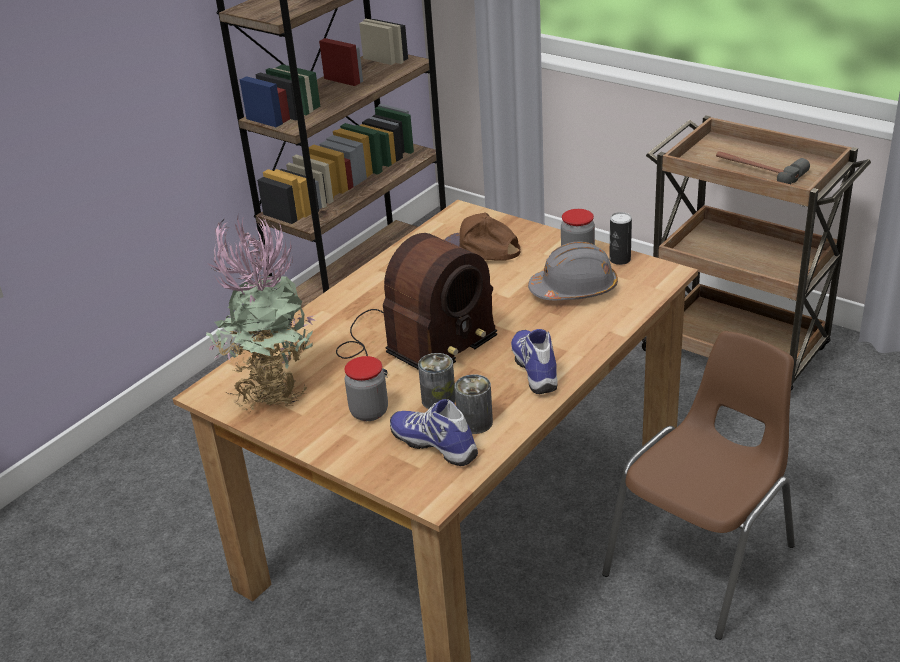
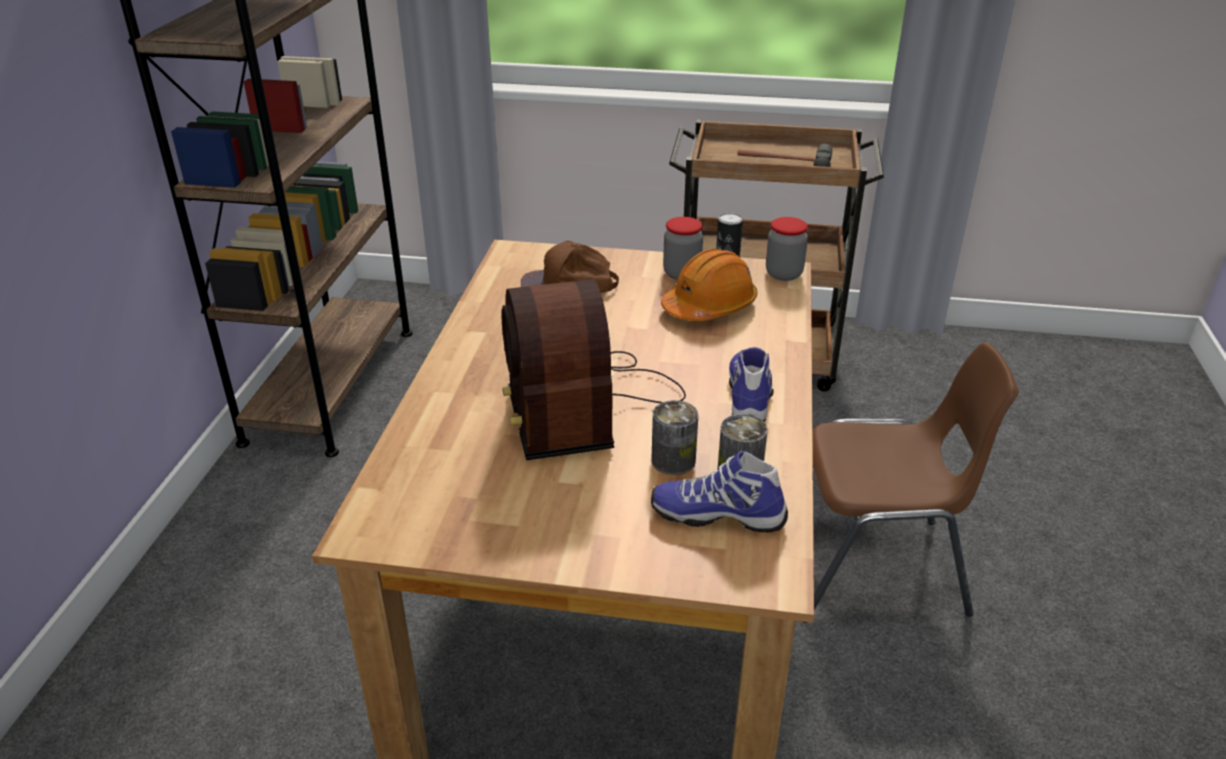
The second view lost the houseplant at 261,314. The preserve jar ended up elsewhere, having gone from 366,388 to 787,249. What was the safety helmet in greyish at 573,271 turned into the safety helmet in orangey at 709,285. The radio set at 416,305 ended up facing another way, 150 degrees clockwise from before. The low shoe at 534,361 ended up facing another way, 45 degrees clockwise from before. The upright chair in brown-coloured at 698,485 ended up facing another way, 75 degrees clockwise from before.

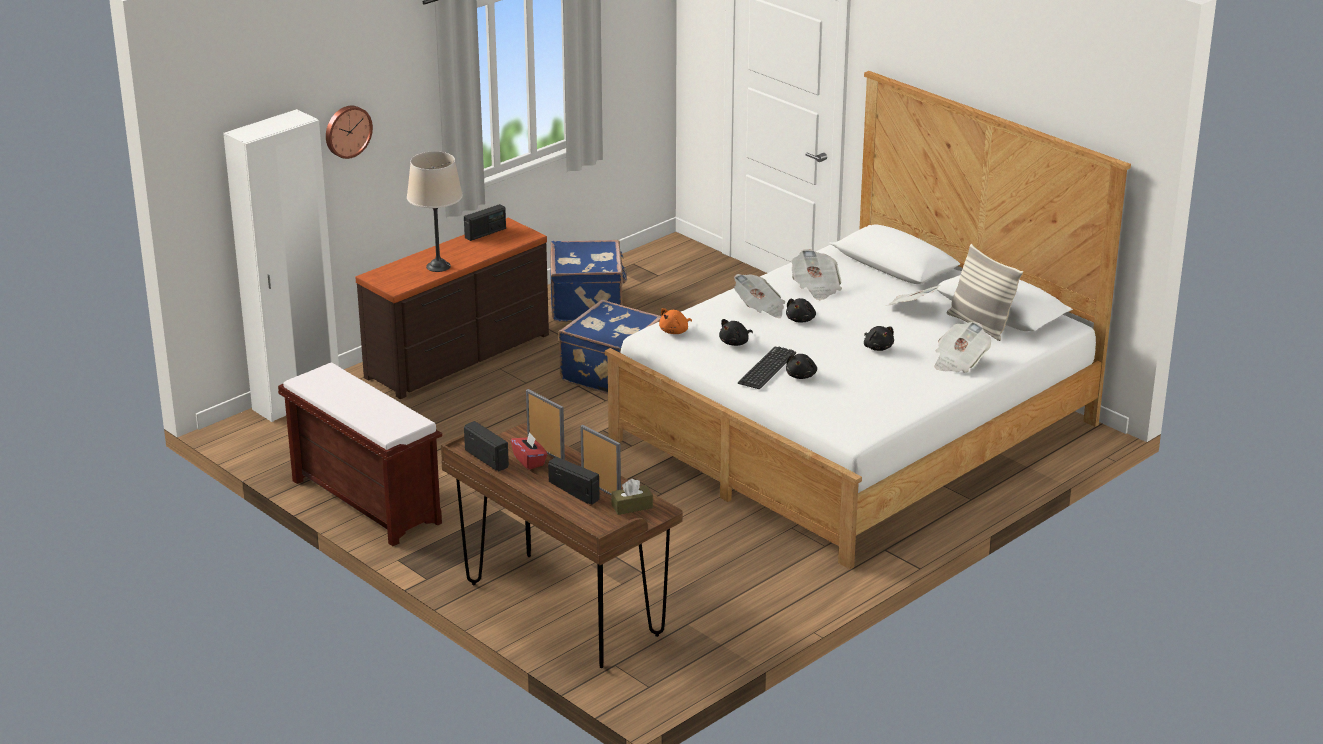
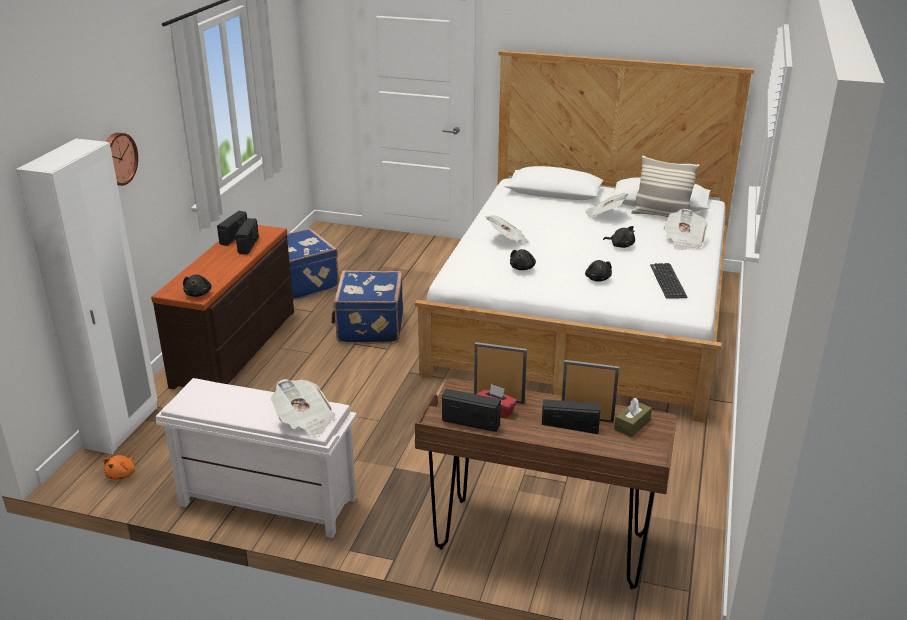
The second view lost the table lamp in beige-coloured at 435,211. The second view gained the radio set at 247,236. The plush toy in orangey ended up elsewhere, having gone from 675,321 to 119,467. The computer keyboard ended up elsewhere, having gone from 767,368 to 668,281. The plush toy in black ended up elsewhere, having gone from 801,310 to 197,286. The newspaper ended up elsewhere, having gone from 816,274 to 303,408. What was the indoor bench in brown-coloured at 360,454 turned into the indoor bench in white-coloured at 256,458.

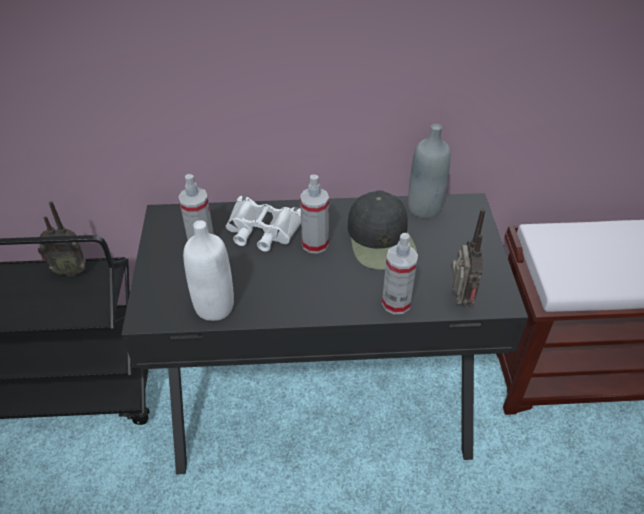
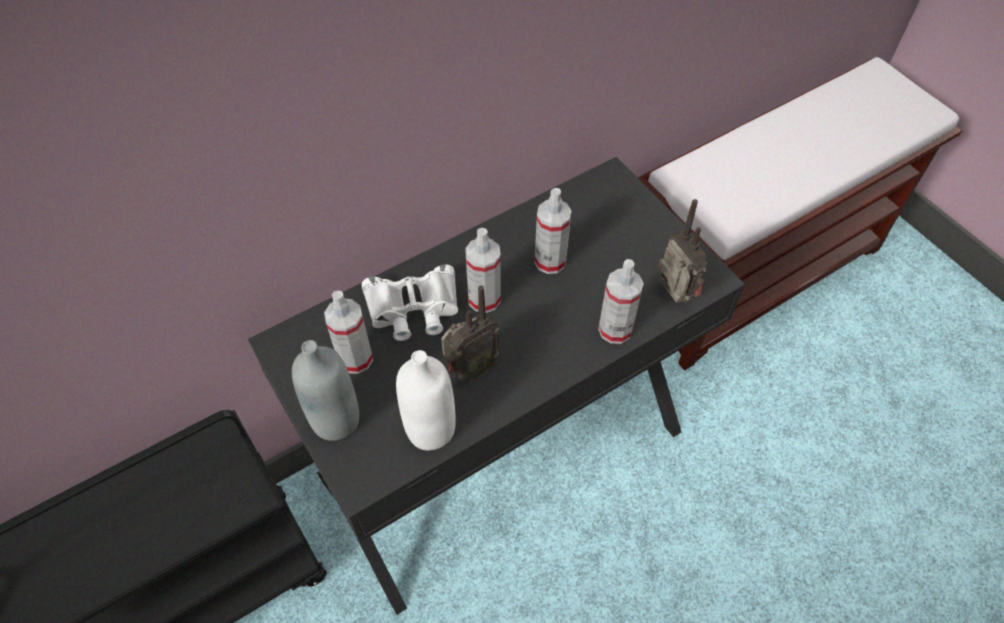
The radio set ended up elsewhere, having gone from 62,238 to 470,333. The beverage bottle in greyish ended up elsewhere, having gone from 429,171 to 325,390. Where the peaked cap in black stood at 382,230, the sprayer came to stand at 553,231.

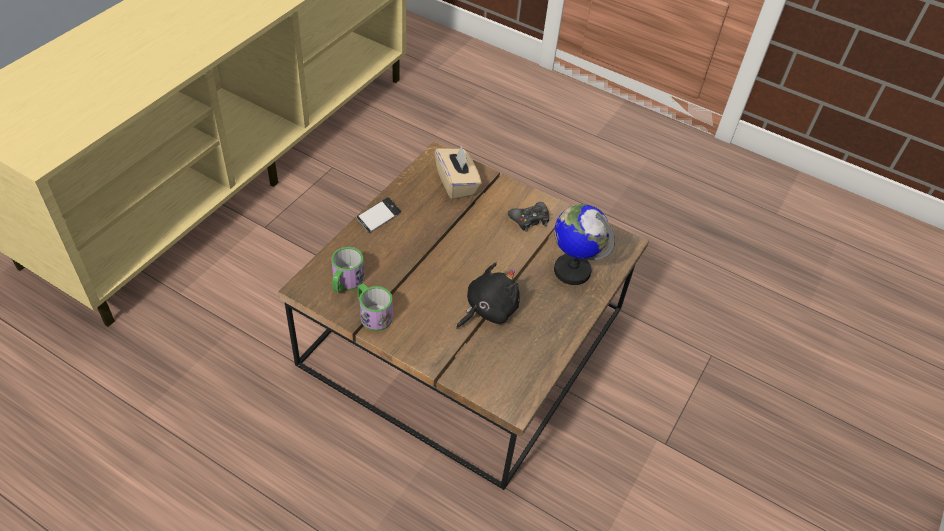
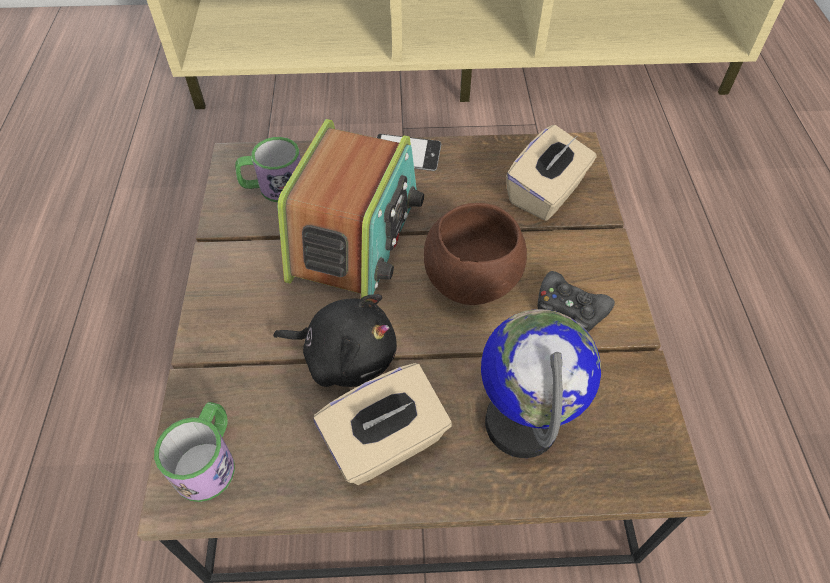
The second view gained the radio set at 351,208. The second view gained the tissue box in beige-coloured at 383,424. The second view gained the bowl in brown-coloured at 475,254. The tea mug ended up elsewhere, having gone from 375,307 to 194,452.

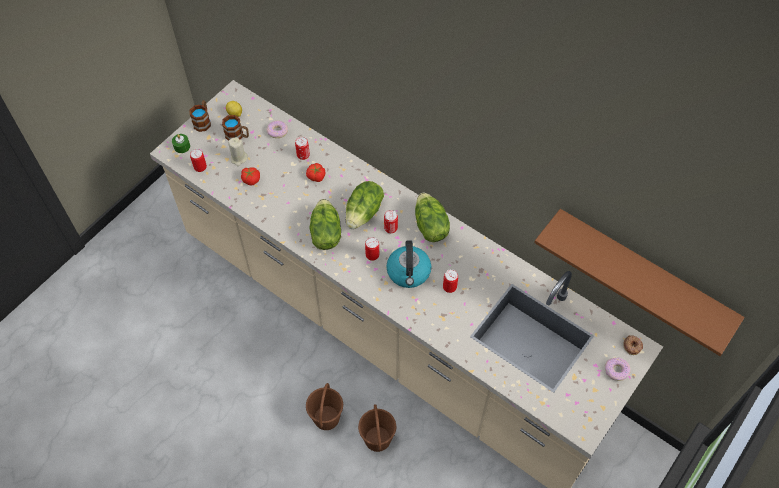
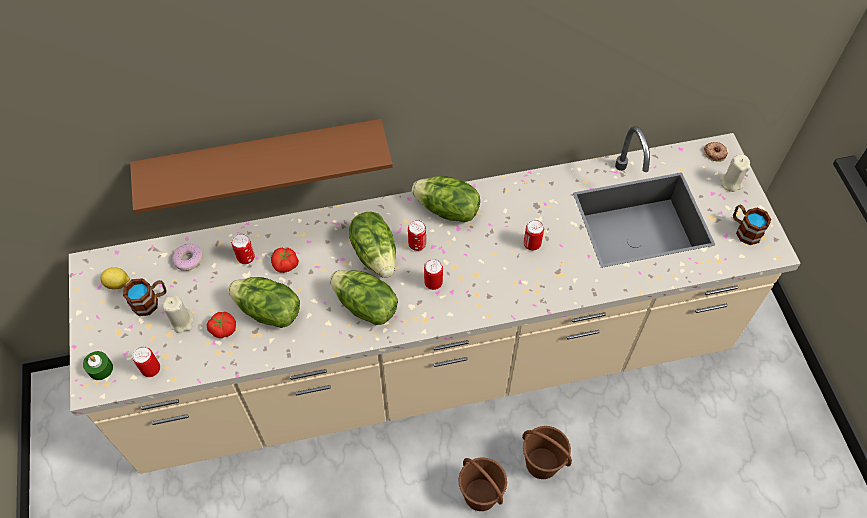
The second view lost the tea kettle at 408,264. The second view gained the head of lettuce at 264,302. The tea mug ended up elsewhere, having gone from 200,116 to 752,225. The shelf in brown-coloured ended up elsewhere, having gone from 639,282 to 261,166. Where the donut stood at 617,369, the candle in beige-coloured came to stand at 734,173.

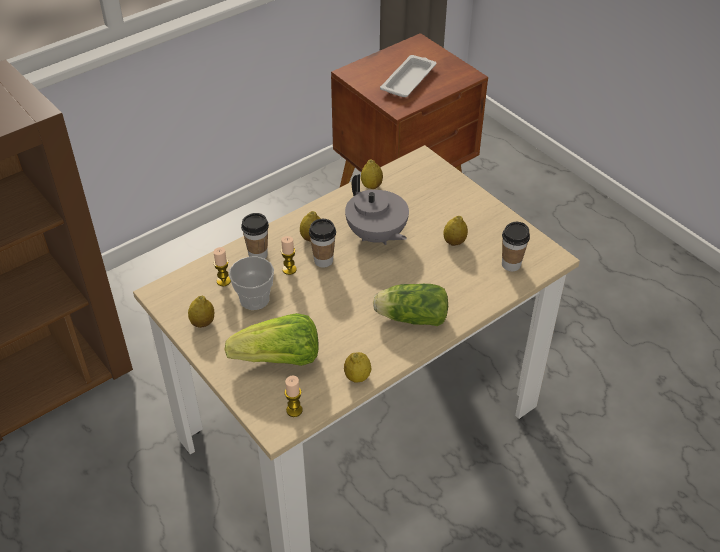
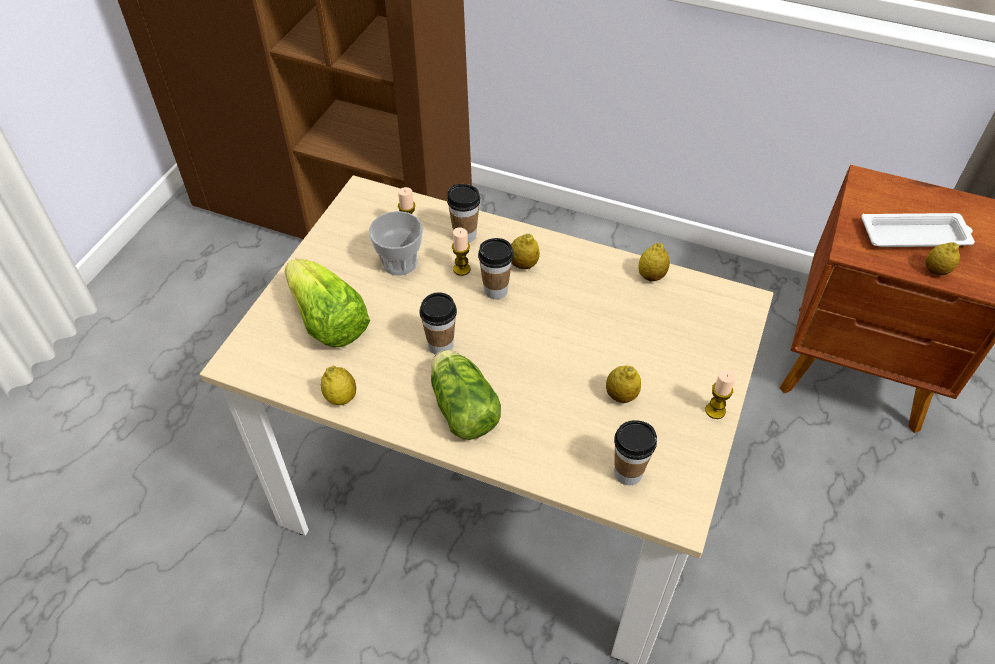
The second view lost the teapot in greyish at 377,209. The second view gained the cup at 438,323. The citrus fruit ended up elsewhere, having gone from 201,312 to 942,258. The candle ended up elsewhere, having gone from 293,396 to 720,394.

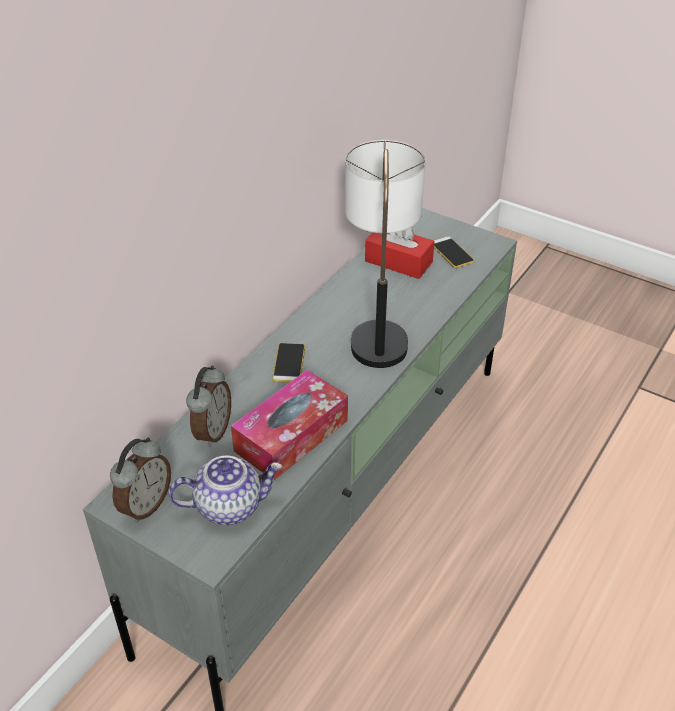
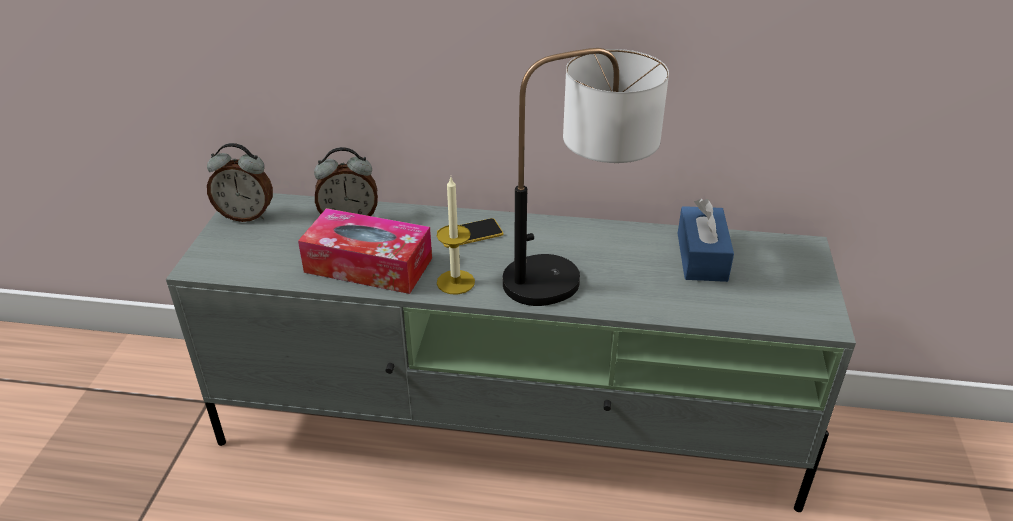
The second view lost the teapot at 225,490. The second view lost the handset at 454,252. The second view gained the candle at 456,235. What was the tissue box in red at 400,253 turned into the tissue box in bluish at 706,240.

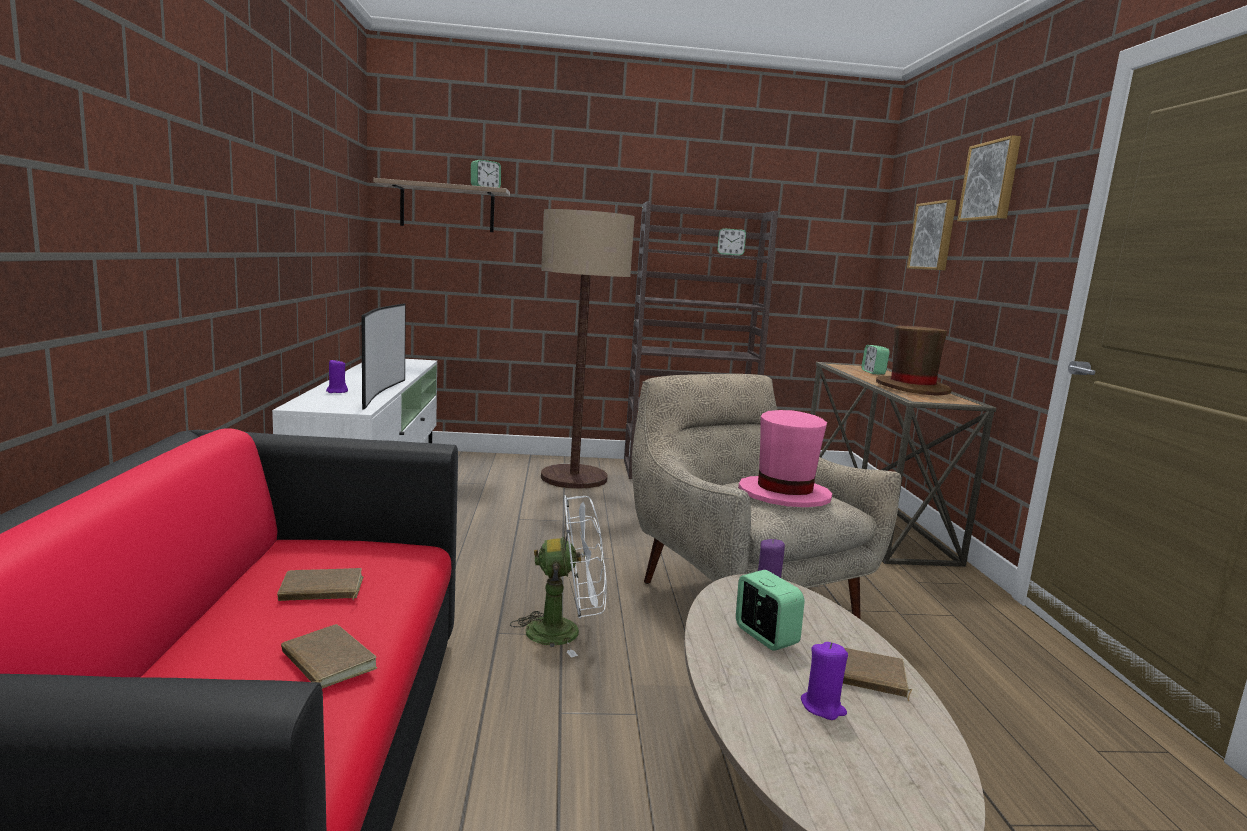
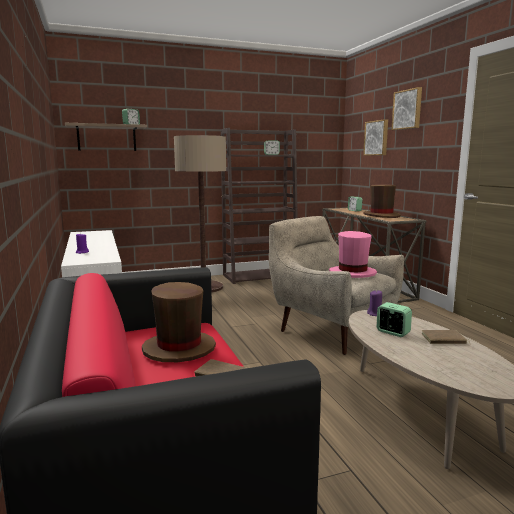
The second view lost the TV at 384,356. The second view lost the cooling fan in white-coloured at 558,576. The second view lost the candle in purple at 824,681. Where the book in brown-coloured stood at 320,584, the hat in brown-coloured came to stand at 179,322.

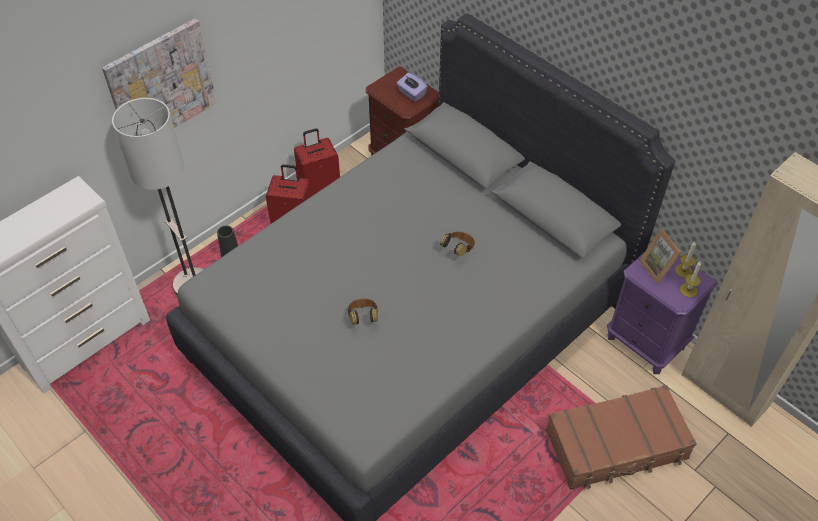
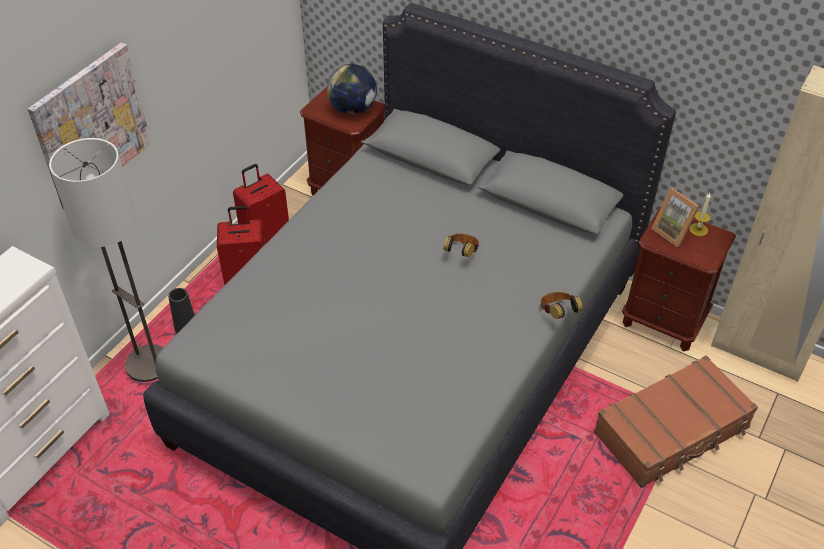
The second view lost the candle at 690,279. The headphones ended up elsewhere, having gone from 363,311 to 562,305. Where the tissue box in purple stood at 412,87, the desk globe came to stand at 352,89. What was the bedside table in purple at 662,313 turned into the bedside table in brown-coloured at 679,279.

